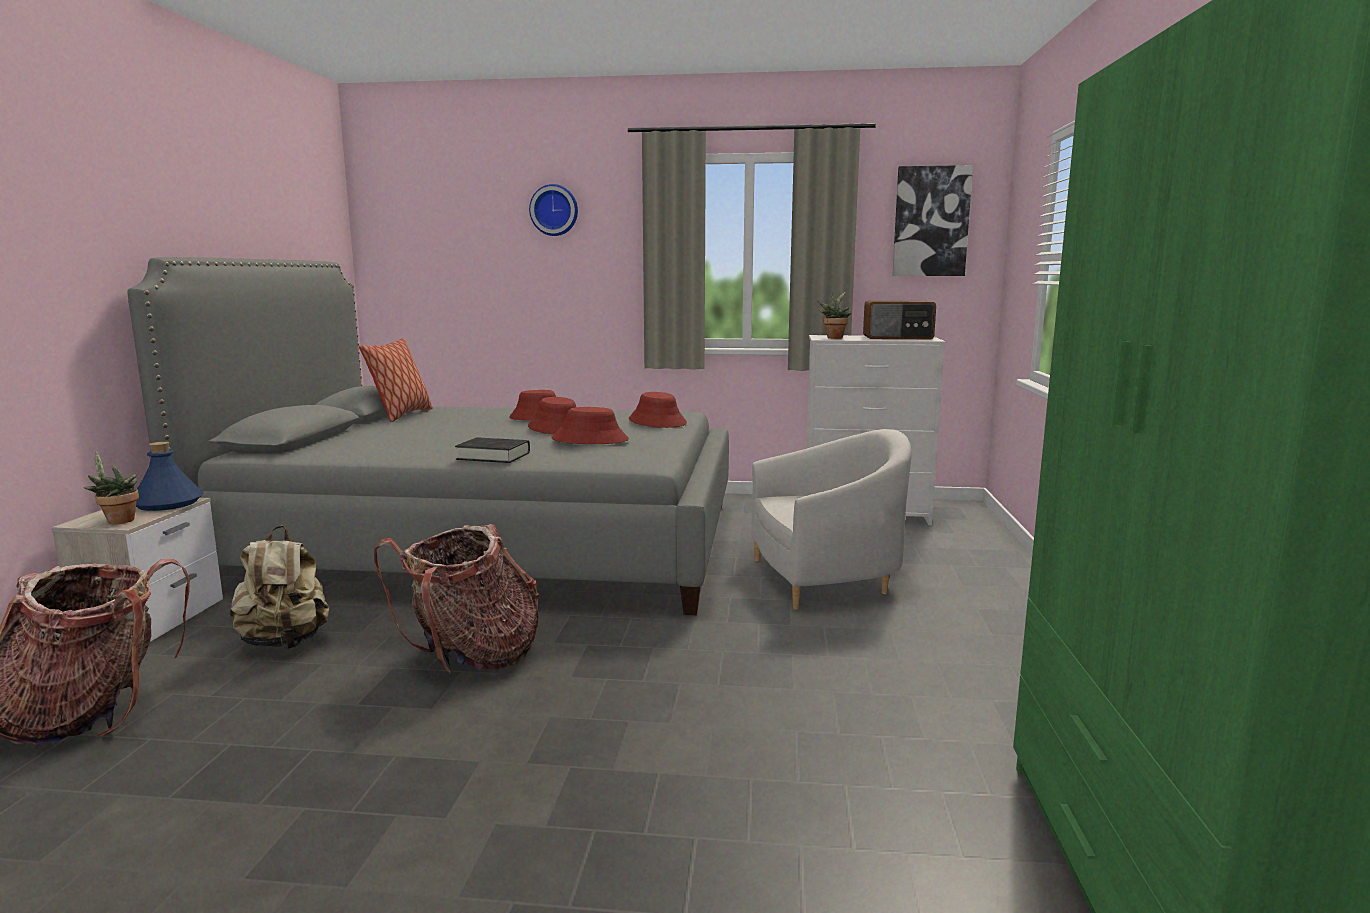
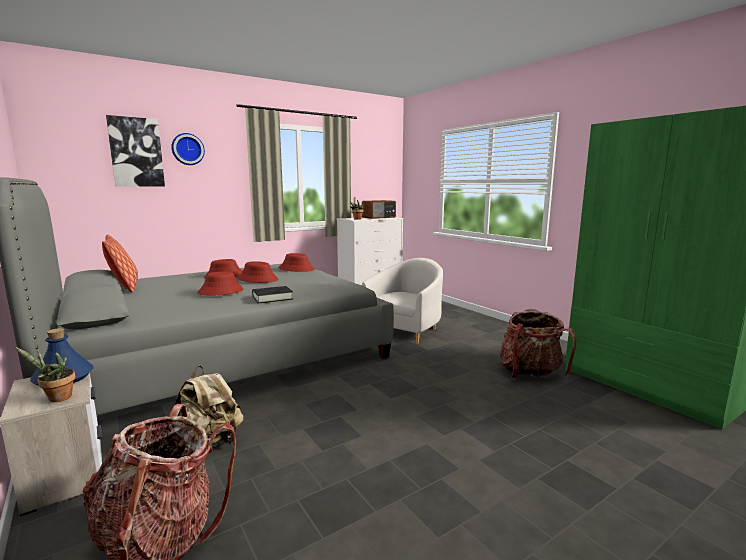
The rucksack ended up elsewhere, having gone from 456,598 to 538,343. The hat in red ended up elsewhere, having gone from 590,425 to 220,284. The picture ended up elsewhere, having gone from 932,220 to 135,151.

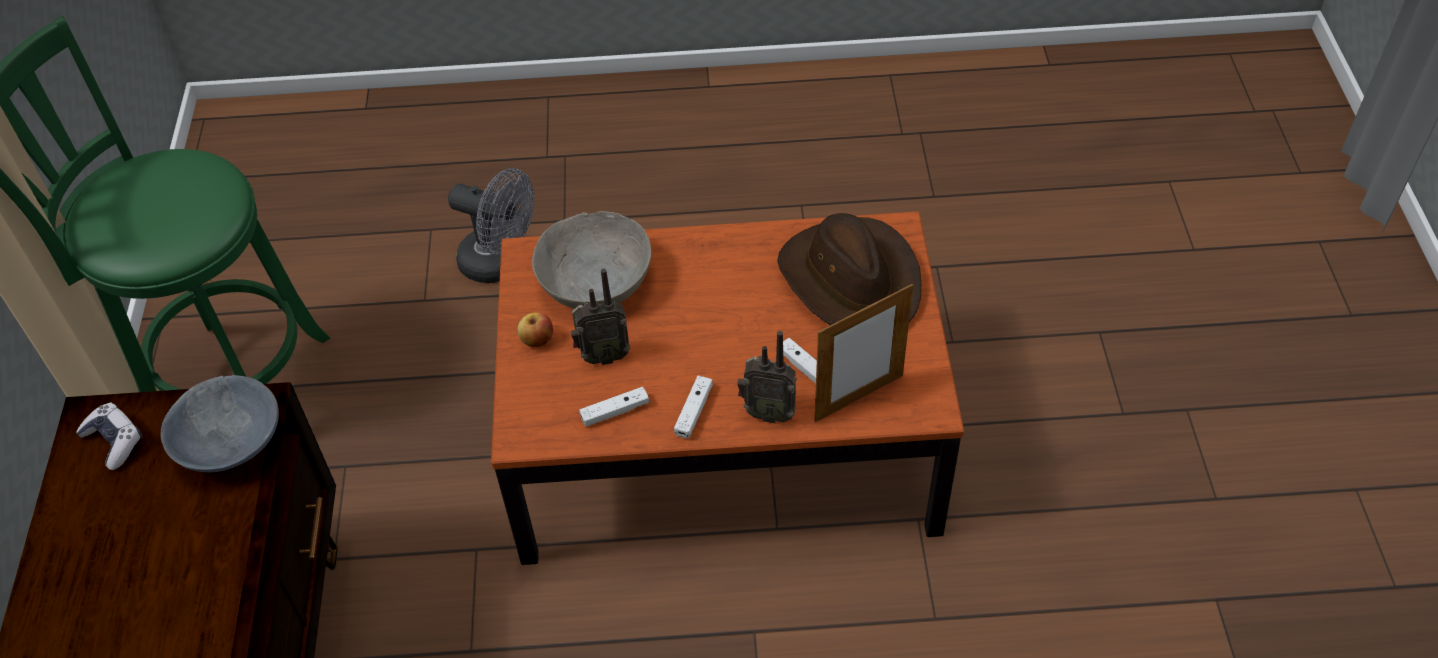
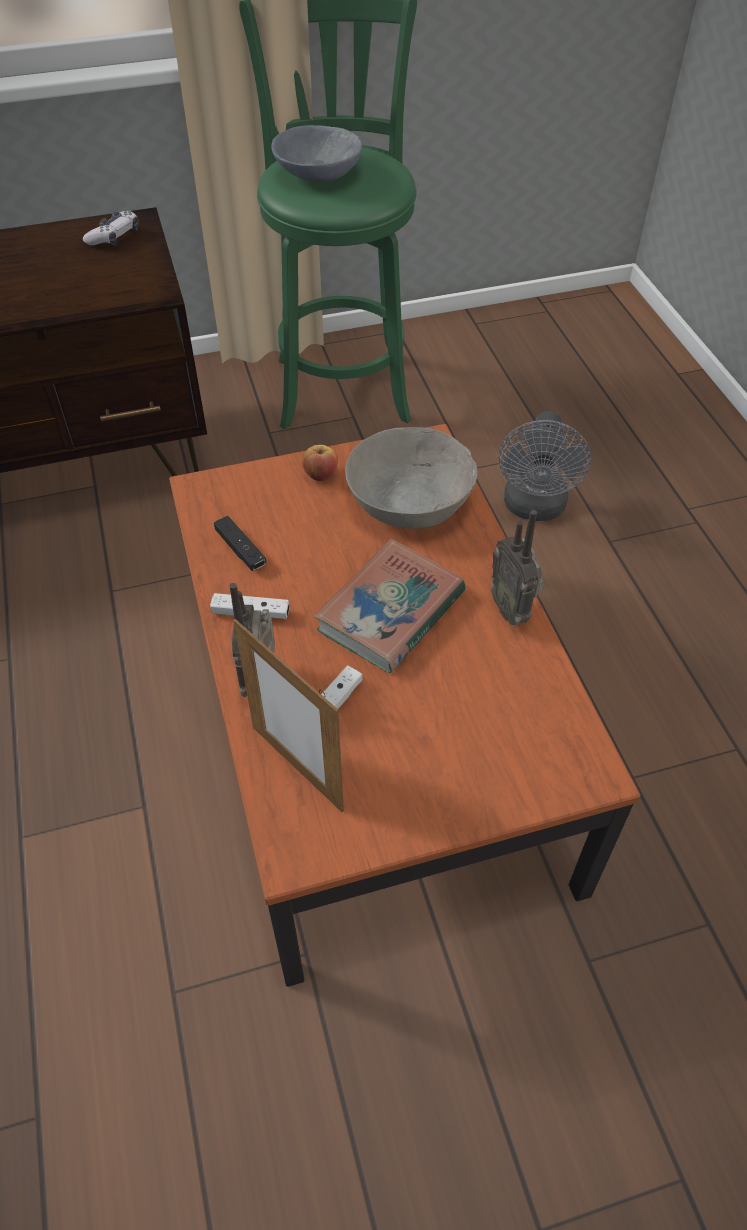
The second view lost the hat in brown-coloured at 849,269. The second view gained the book at 389,606. The bowl in greyish ended up elsewhere, having gone from 220,423 to 316,153. The radio set ended up elsewhere, having gone from 600,317 to 518,568. What was the game controller in white-coloured at 614,407 turned into the game controller in black at 240,543.

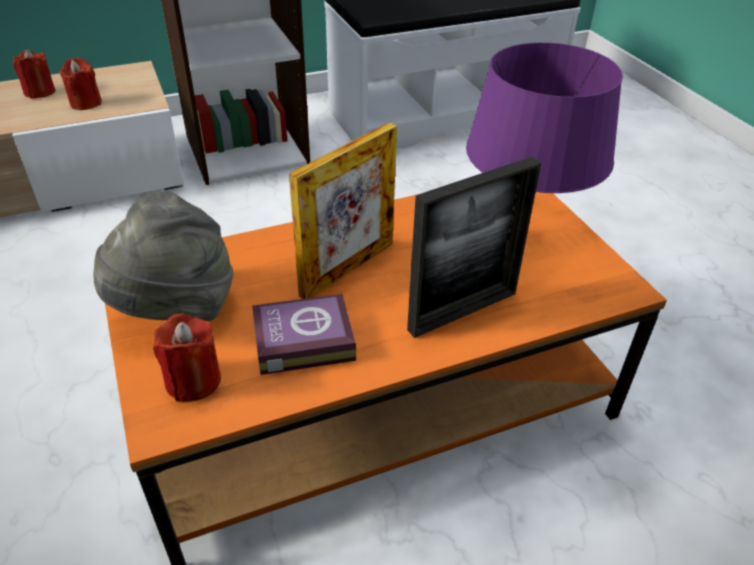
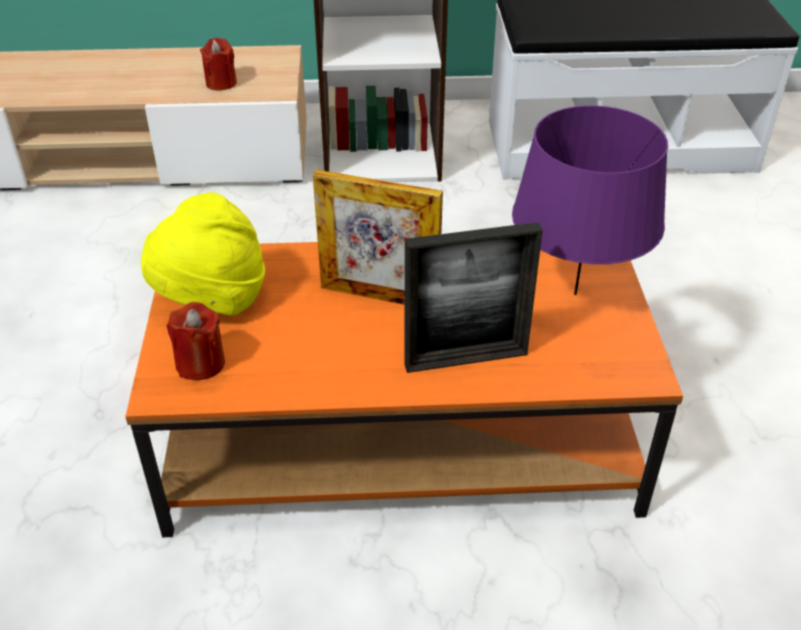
The second view lost the candle in red at 34,74. The second view lost the book at 304,334. What was the hat in greyish at 163,256 turned into the hat in yellow-coloured at 203,254. The picture frame at 343,211 ended up facing another way, 45 degrees clockwise from before.

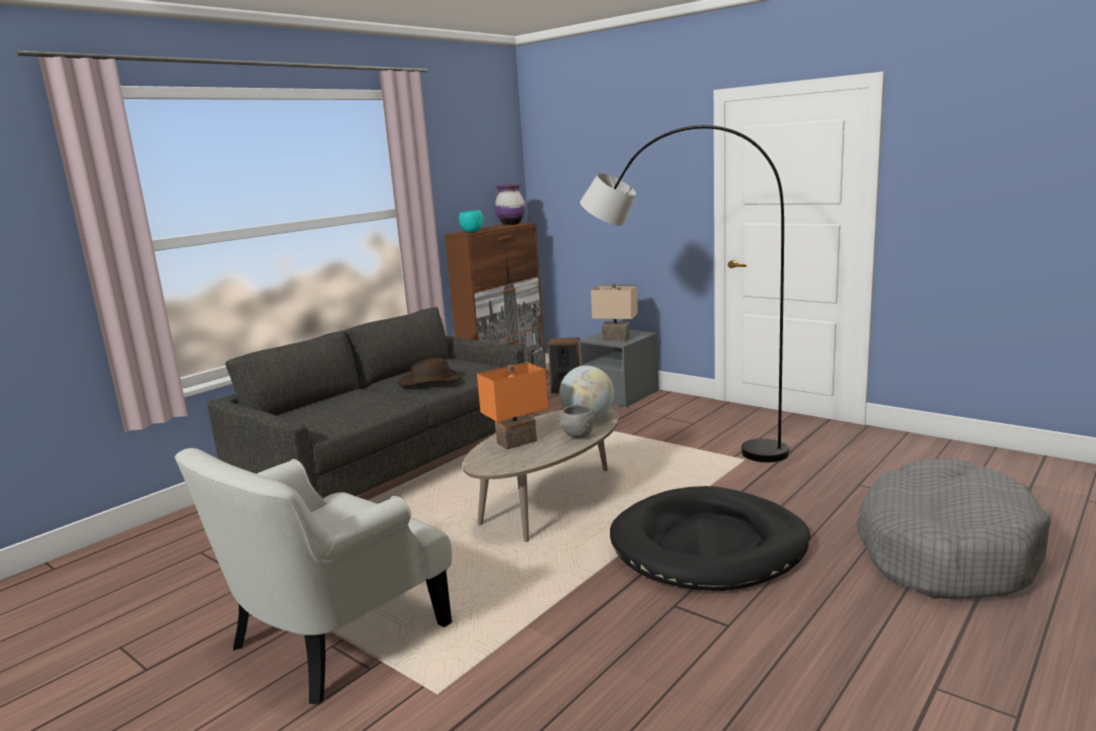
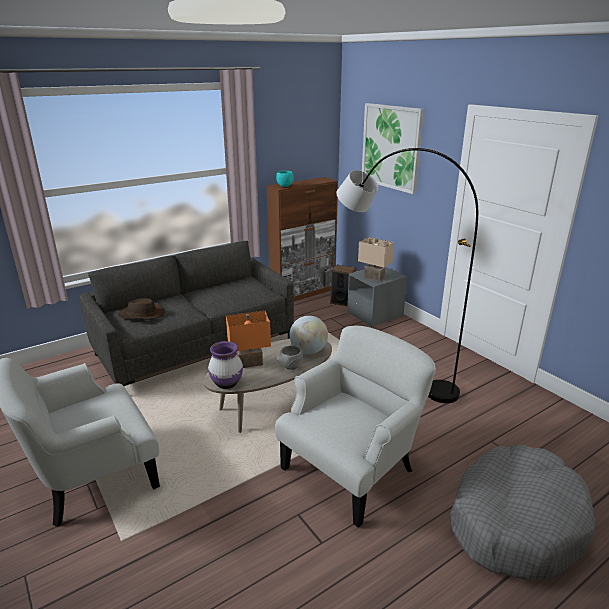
The second view gained the picture at 393,148. The hat in brown-coloured ended up elsewhere, having gone from 429,372 to 141,309. The decorative vase in purple ended up elsewhere, having gone from 509,204 to 225,365. Where the dog cushion in black stood at 710,538, the armchair in white-coloured came to stand at 355,427.

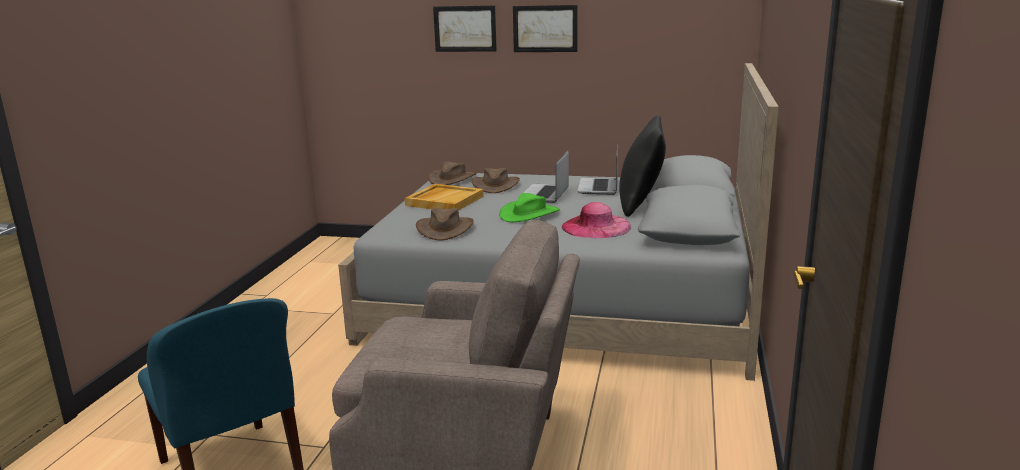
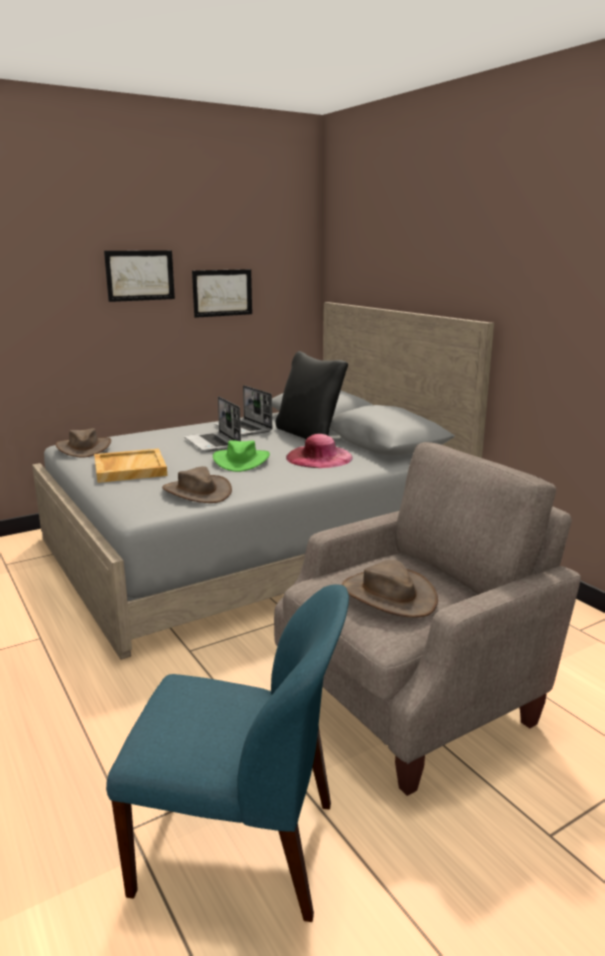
The picture ended up elsewhere, having gone from 465,28 to 222,293. The hat in brown-coloured ended up elsewhere, having gone from 496,180 to 389,589.

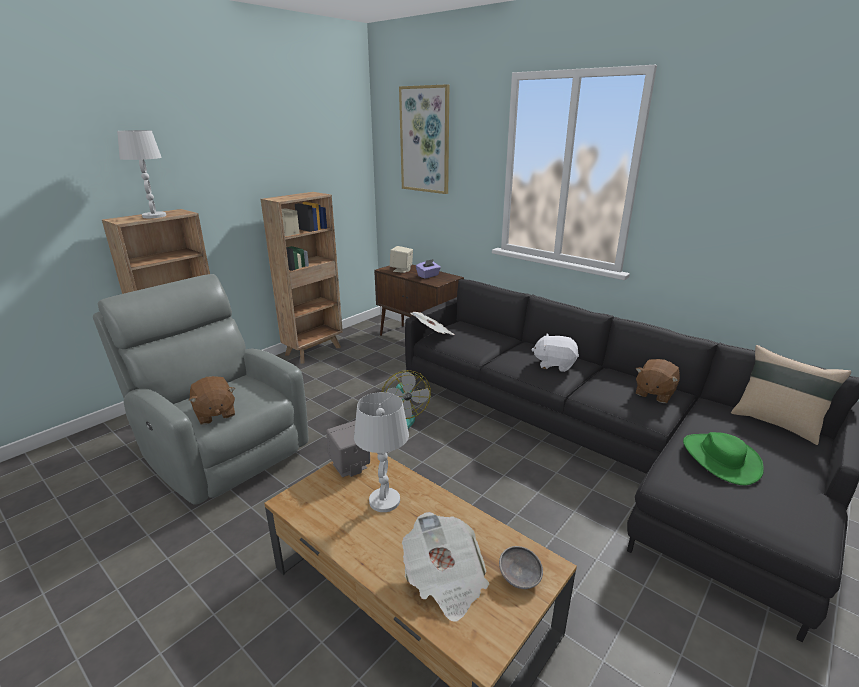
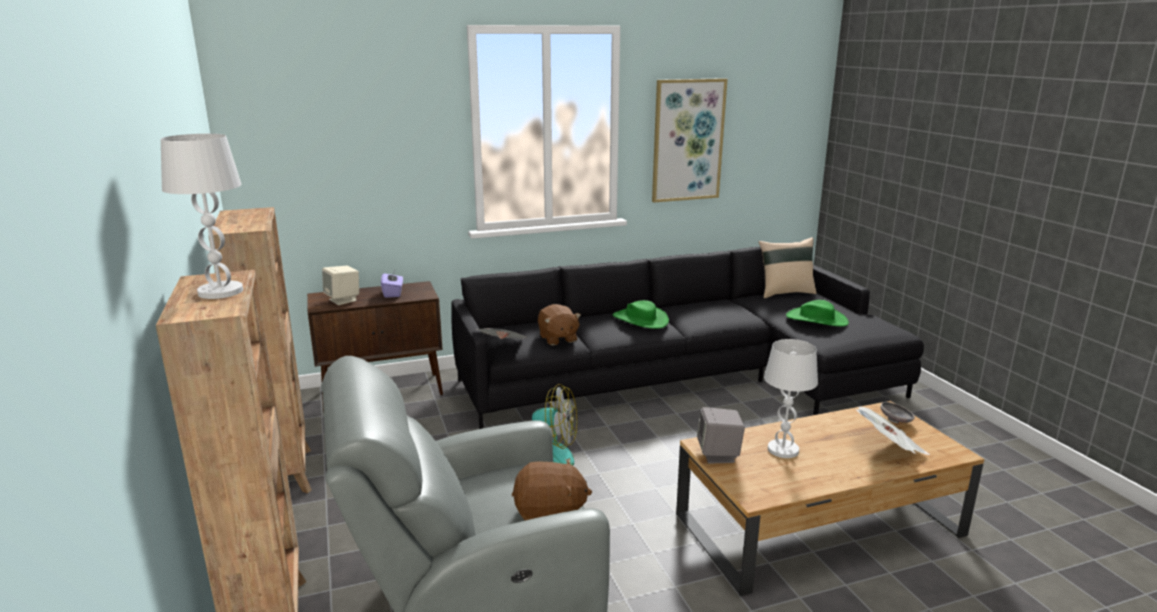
The picture ended up elsewhere, having gone from 424,139 to 689,140. The plush toy in brown-coloured ended up elsewhere, having gone from 658,381 to 559,325. Where the plush toy in white-coloured stood at 555,352, the hat in greenish came to stand at 640,314.

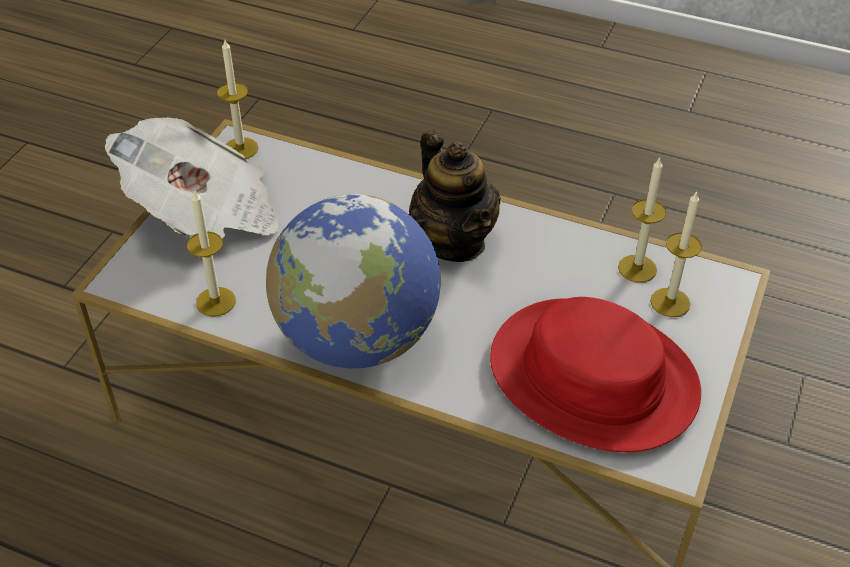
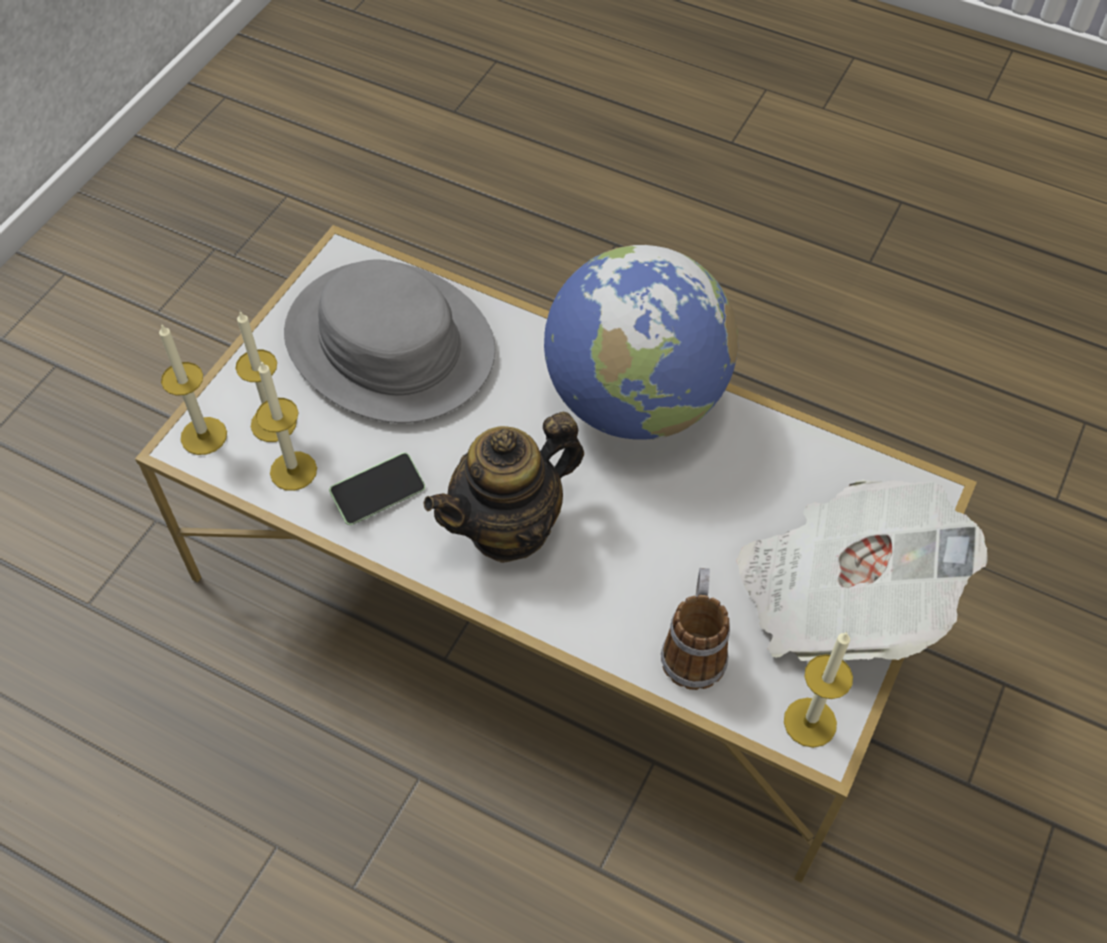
The second view gained the handset at 377,488. The second view gained the tea mug at 695,629. The candle ended up elsewhere, having gone from 211,253 to 193,389. What was the hat in red at 595,374 turned into the hat in greyish at 389,341. The teapot at 455,195 ended up facing another way, 105 degrees counterclockwise from before.

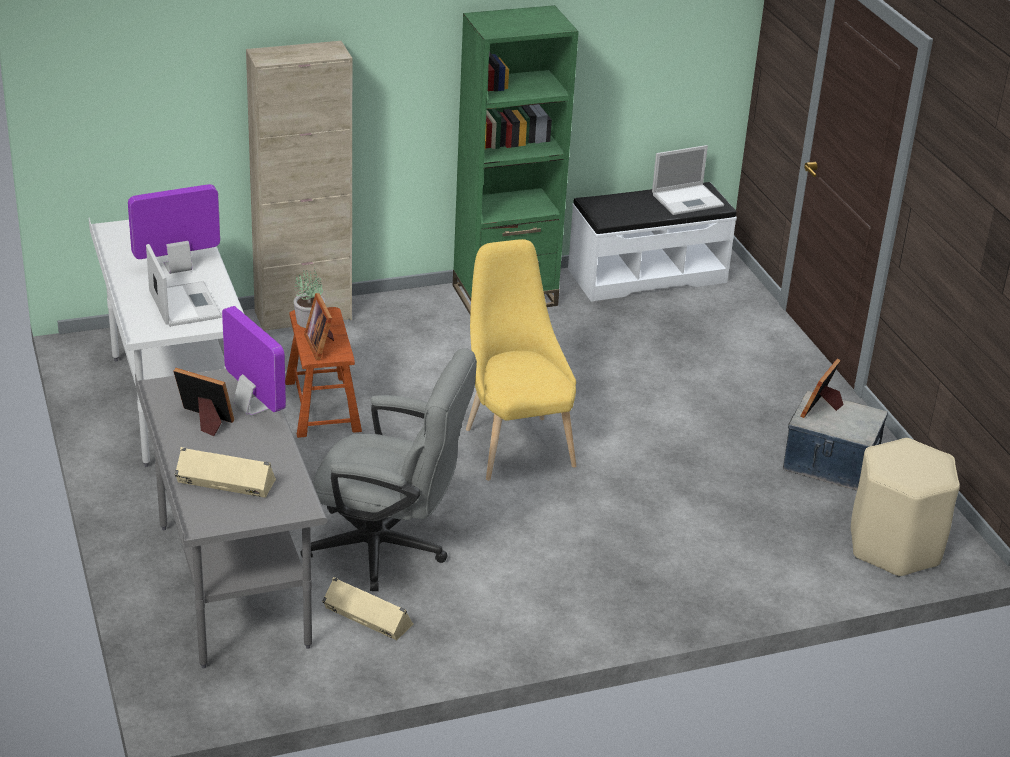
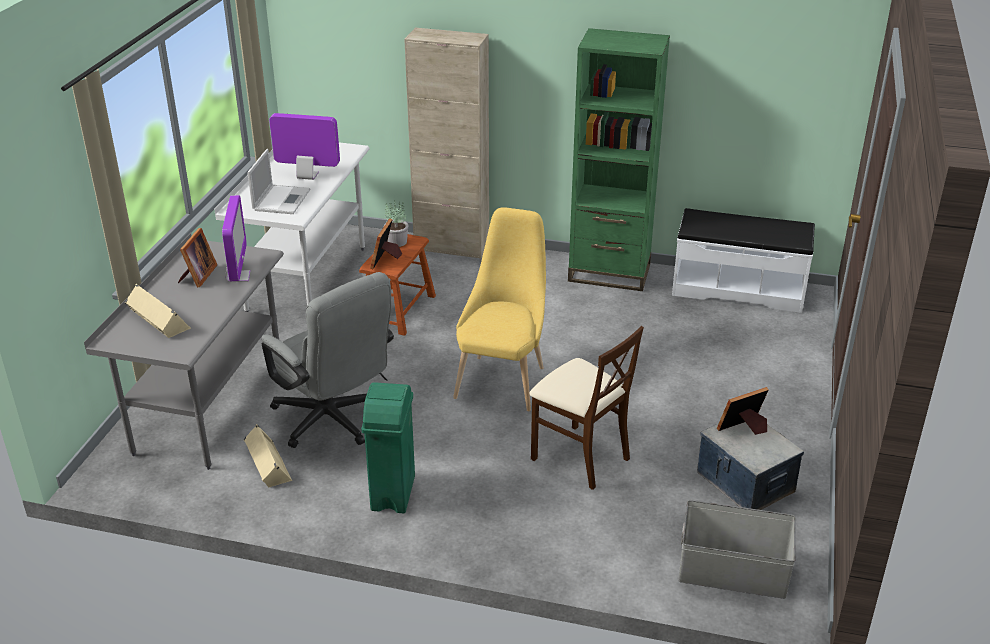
The second view lost the notebook computer at 688,180. The second view gained the waste bin in greenish at 388,447. The second view gained the upright chair in beige-coloured at 586,408. Where the sitting stool in beige-coloured stood at 905,507, the storage container in greyish came to stand at 737,549. The picture frame at 203,402 ended up facing another way, 45 degrees clockwise from before.

